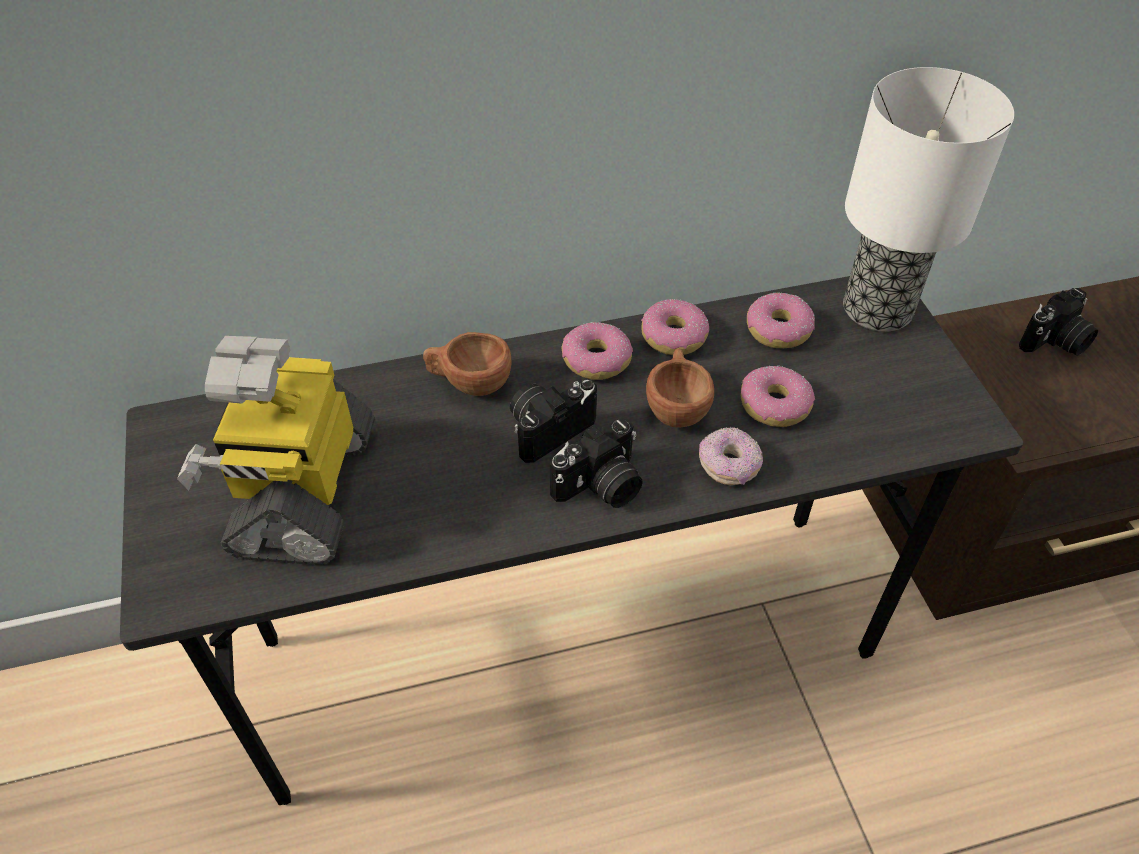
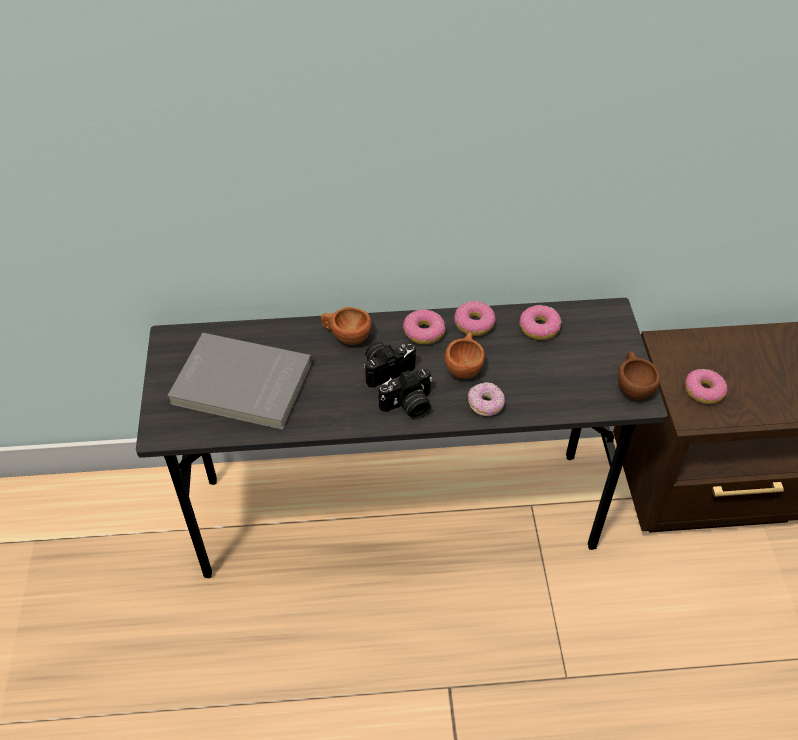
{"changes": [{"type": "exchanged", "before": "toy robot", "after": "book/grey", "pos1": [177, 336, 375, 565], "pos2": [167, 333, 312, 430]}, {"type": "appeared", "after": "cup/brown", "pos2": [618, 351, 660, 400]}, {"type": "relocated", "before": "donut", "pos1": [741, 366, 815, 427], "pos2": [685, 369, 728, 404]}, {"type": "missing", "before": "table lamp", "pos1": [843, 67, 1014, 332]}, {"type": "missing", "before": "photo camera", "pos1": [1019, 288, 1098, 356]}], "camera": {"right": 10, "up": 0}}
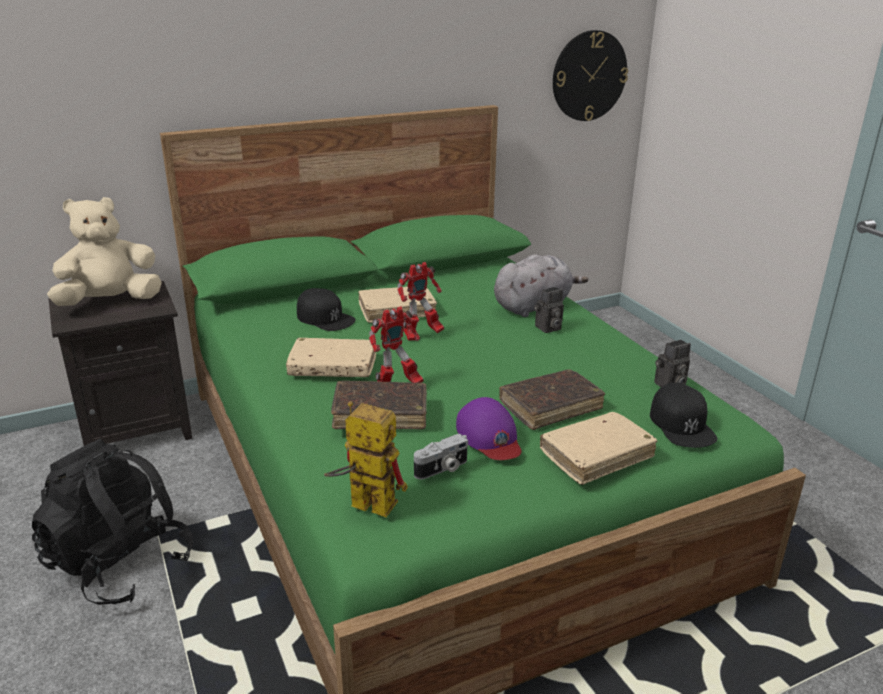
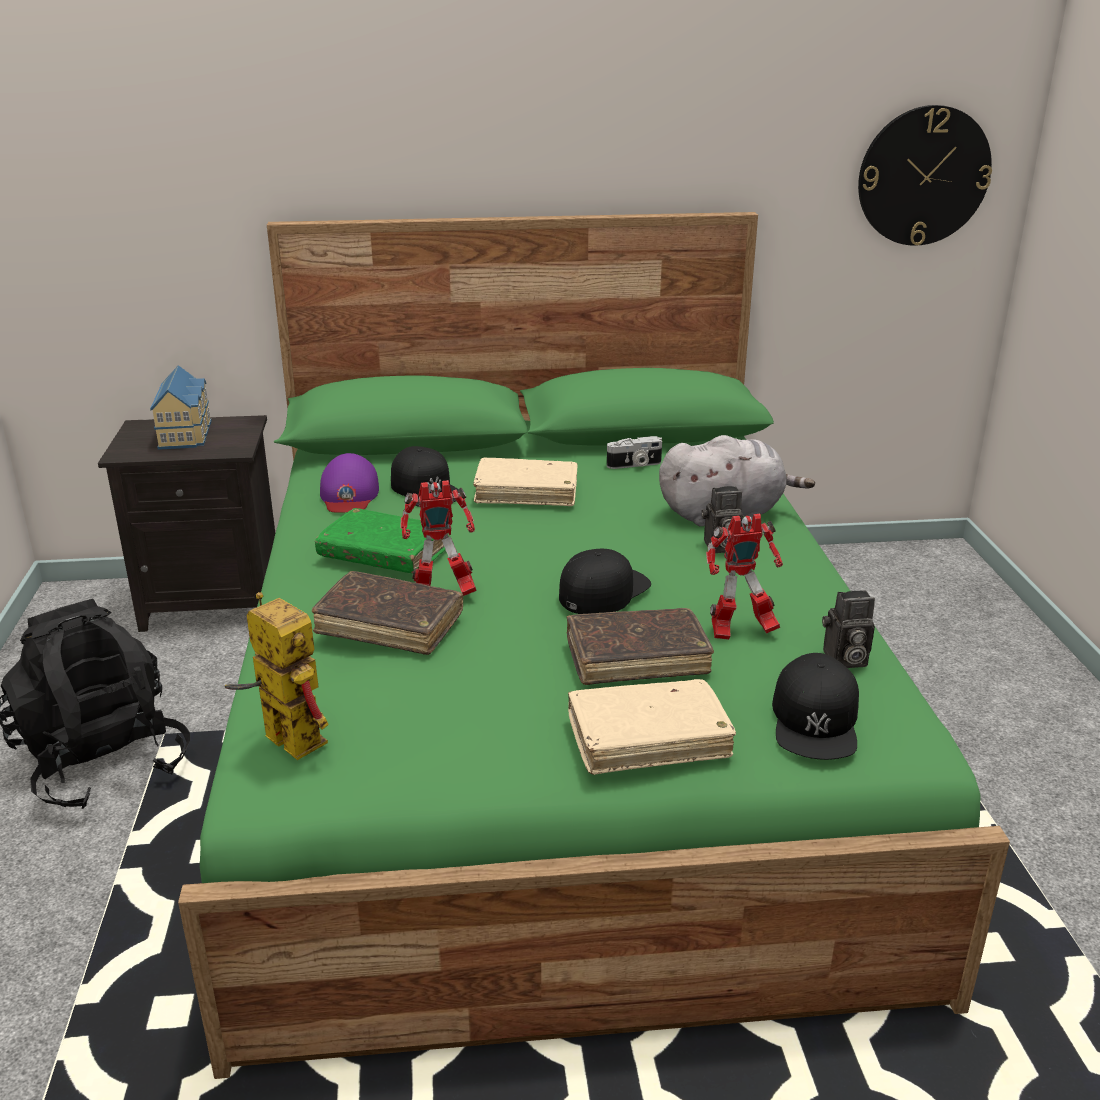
{"changes": [{"type": "exchanged", "before": "plush toy/beige", "after": "toy house", "pos1": [47, 197, 162, 306], "pos2": [150, 365, 212, 450]}, {"type": "colour", "before": "book/beige", "after": "book/green", "pos1": [286, 338, 376, 377], "pos2": [315, 508, 445, 574]}, {"type": "relocated", "before": "cap/purple", "pos1": [456, 397, 522, 460], "pos2": [320, 453, 379, 513]}, {"type": "appeared", "after": "cap/black", "pos2": [559, 549, 651, 614]}, {"type": "relocated", "before": "photo camera", "pos1": [414, 434, 468, 479], "pos2": [607, 436, 662, 469]}, {"type": "relocated", "before": "toy robot", "pos1": [397, 262, 444, 341], "pos2": [706, 514, 783, 640]}], "camera": {"right": 20, "up": 0}}
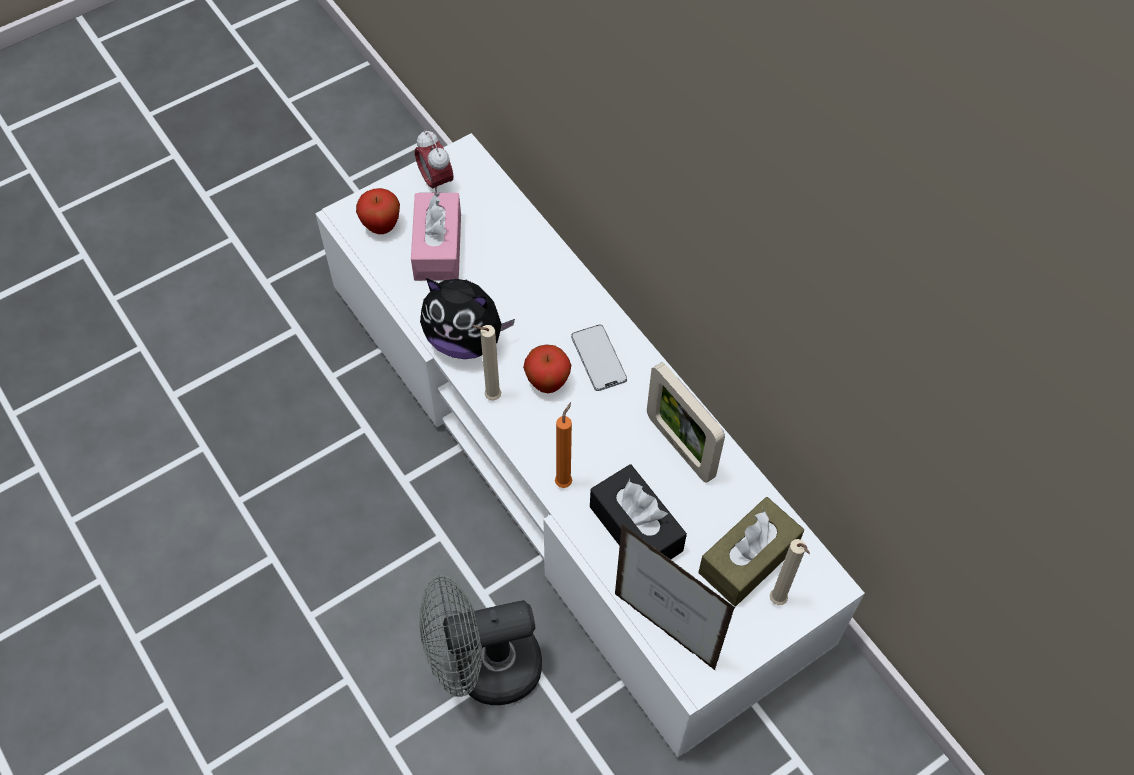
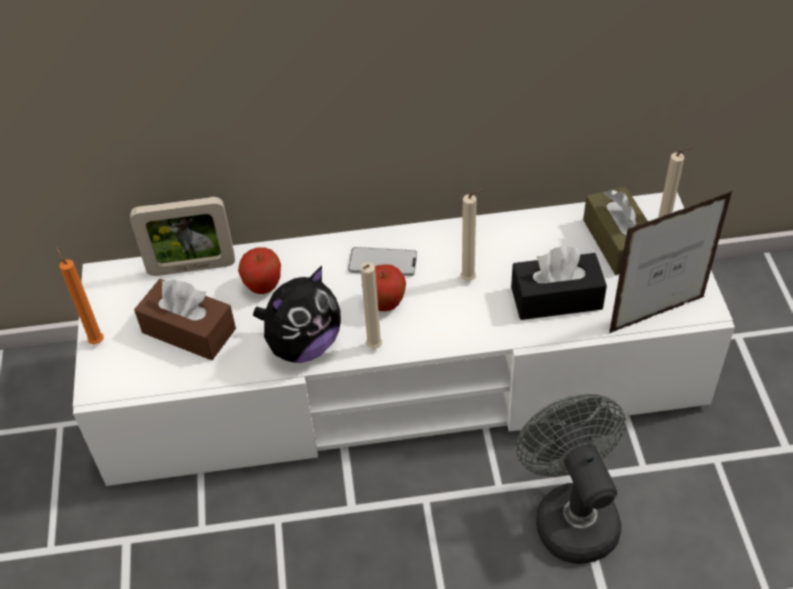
{"changes": [{"type": "relocated", "before": "candle/orange", "pos1": [555, 402, 572, 488], "pos2": [56, 246, 104, 345]}, {"type": "relocated", "before": "picture frame", "pos1": [647, 362, 725, 483], "pos2": [130, 197, 235, 276]}, {"type": "colour", "before": "tissue box/pink", "after": "tissue box/brown", "pos1": [411, 192, 461, 281], "pos2": [134, 279, 236, 360]}, {"type": "relocated", "before": "apple", "pos1": [356, 188, 400, 234], "pos2": [238, 247, 281, 294]}, {"type": "appeared", "after": "candle/beige", "pos2": [460, 189, 484, 281]}, {"type": "spun", "before": "fan/grey", "pos1": [419, 575, 542, 705], "pos2": [516, 394, 626, 564], "turn": 150}, {"type": "missing", "before": "alarm clock", "pos1": [415, 130, 453, 193]}], "camera": {"right": -60, "up": -10}}
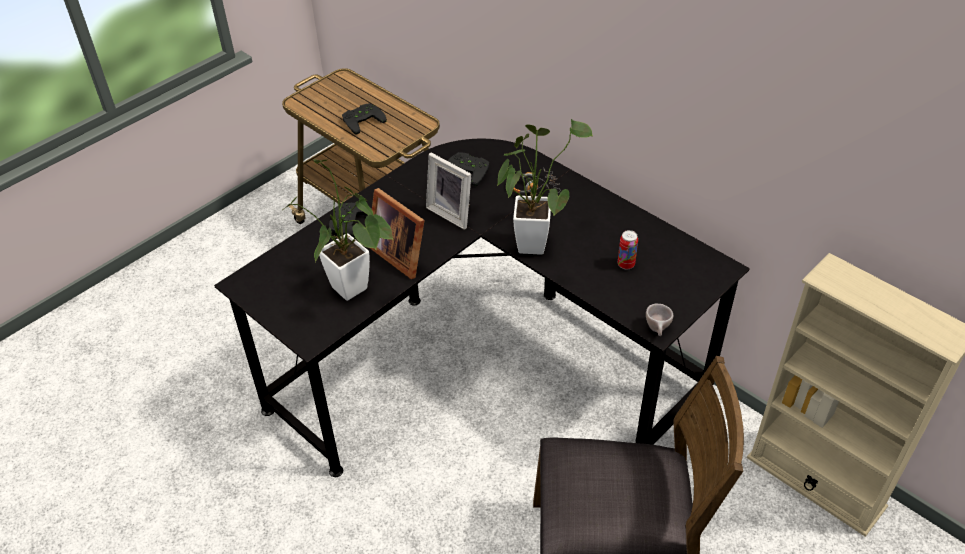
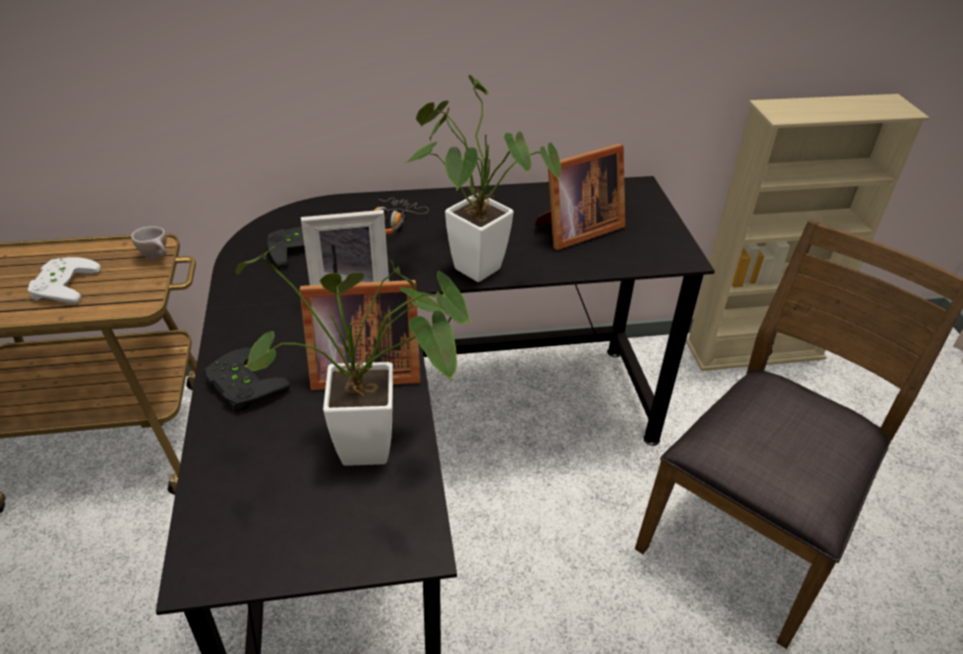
{"changes": [{"type": "colour", "before": "game controller/black", "after": "game controller/white", "pos1": [342, 103, 387, 135], "pos2": [28, 257, 101, 304]}, {"type": "relocated", "before": "cup/beige", "pos1": [646, 304, 673, 336], "pos2": [131, 226, 167, 259]}, {"type": "exchanged", "before": "can", "after": "picture frame", "pos1": [618, 230, 638, 269], "pos2": [535, 144, 625, 250]}], "camera": {"right": -55, "up": -5}}
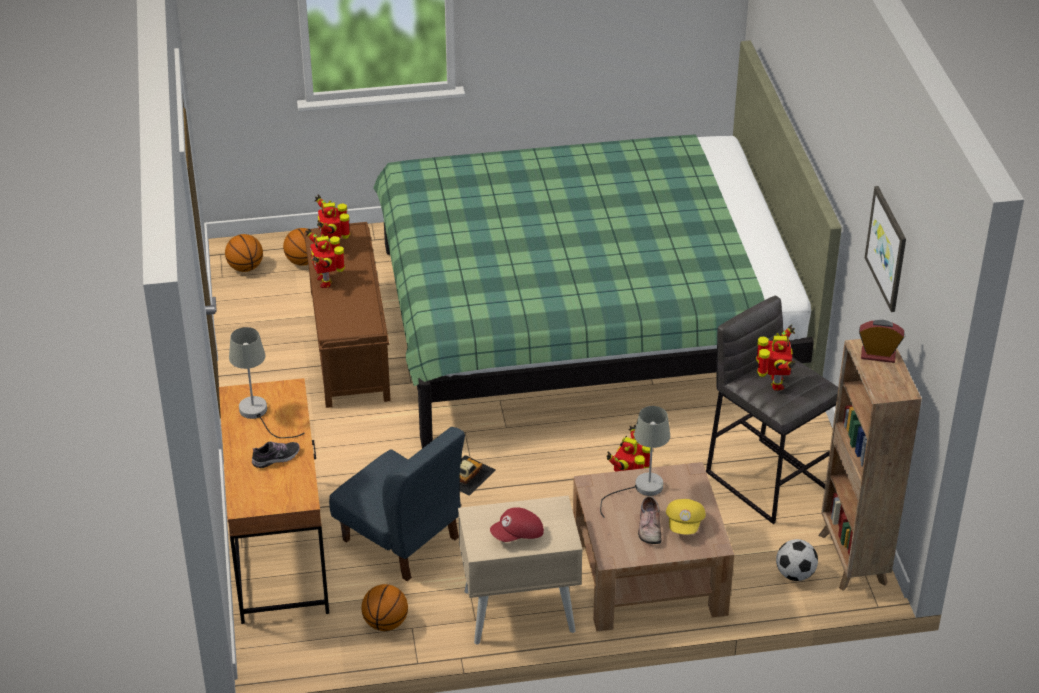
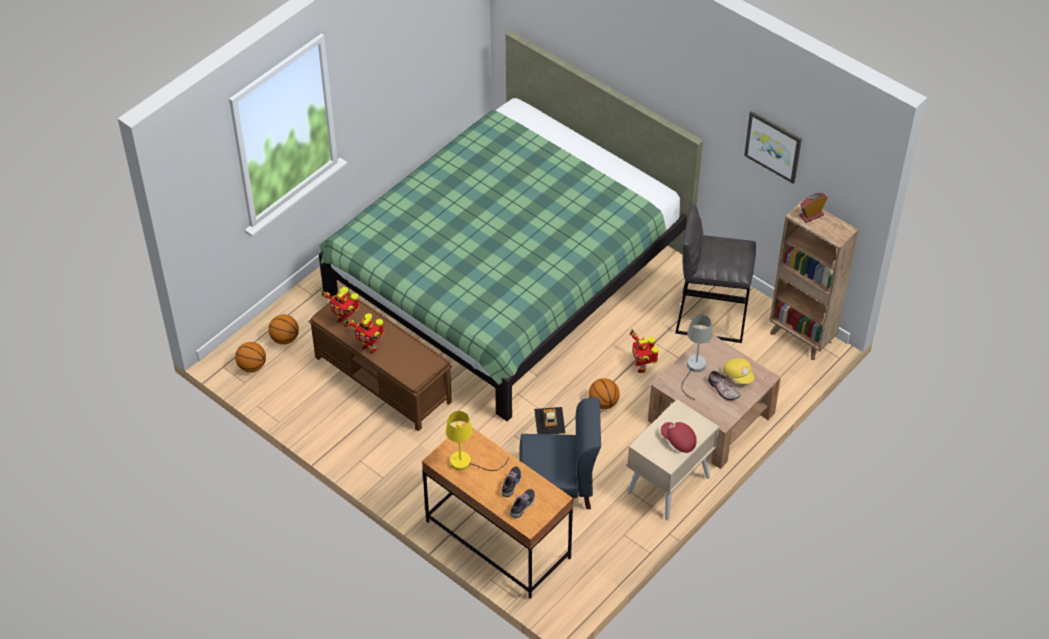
{"changes": [{"type": "colour", "before": "table lamp/grey", "after": "table lamp/yellow", "pos1": [229, 327, 305, 438], "pos2": [446, 411, 509, 471]}, {"type": "appeared", "after": "shoe", "pos2": [510, 489, 535, 518]}, {"type": "relocated", "before": "basketball", "pos1": [361, 584, 408, 631], "pos2": [589, 378, 620, 409]}, {"type": "spun", "before": "cap/red", "pos1": [490, 507, 544, 542], "pos2": [661, 422, 697, 453], "turn": 105}, {"type": "missing", "before": "toy robot", "pos1": [756, 324, 796, 391]}, {"type": "missing", "before": "football", "pos1": [776, 539, 818, 581]}], "camera": {"right": -40, "up": 10}}
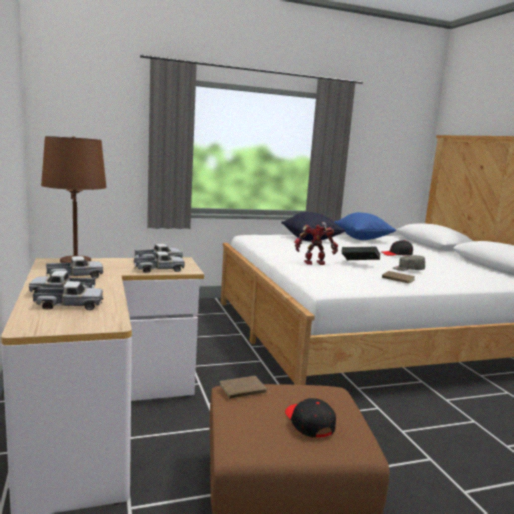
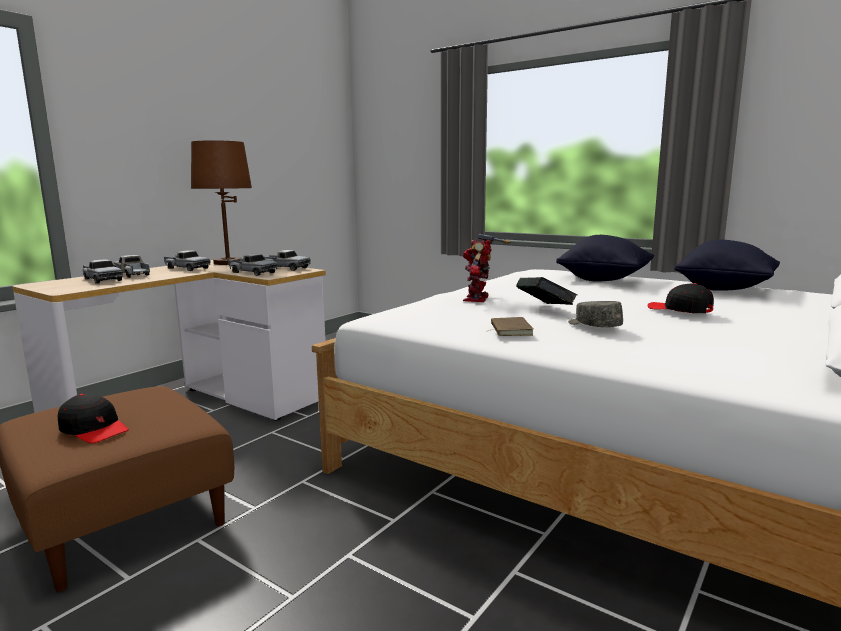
{"changes": [{"type": "spun", "before": "cap/black", "pos1": [285, 398, 336, 438], "pos2": [58, 394, 129, 443], "turn": 90}, {"type": "spun", "before": "toy robot", "pos1": [294, 222, 338, 265], "pos2": [463, 234, 510, 302], "turn": -120}, {"type": "colour", "before": "pillow/blue", "after": "pillow/black", "pos1": [334, 212, 396, 240], "pos2": [674, 239, 780, 291]}, {"type": "missing", "before": "book/brown", "pos1": [220, 376, 270, 399]}], "camera": {"right": 55, "up": 0}}
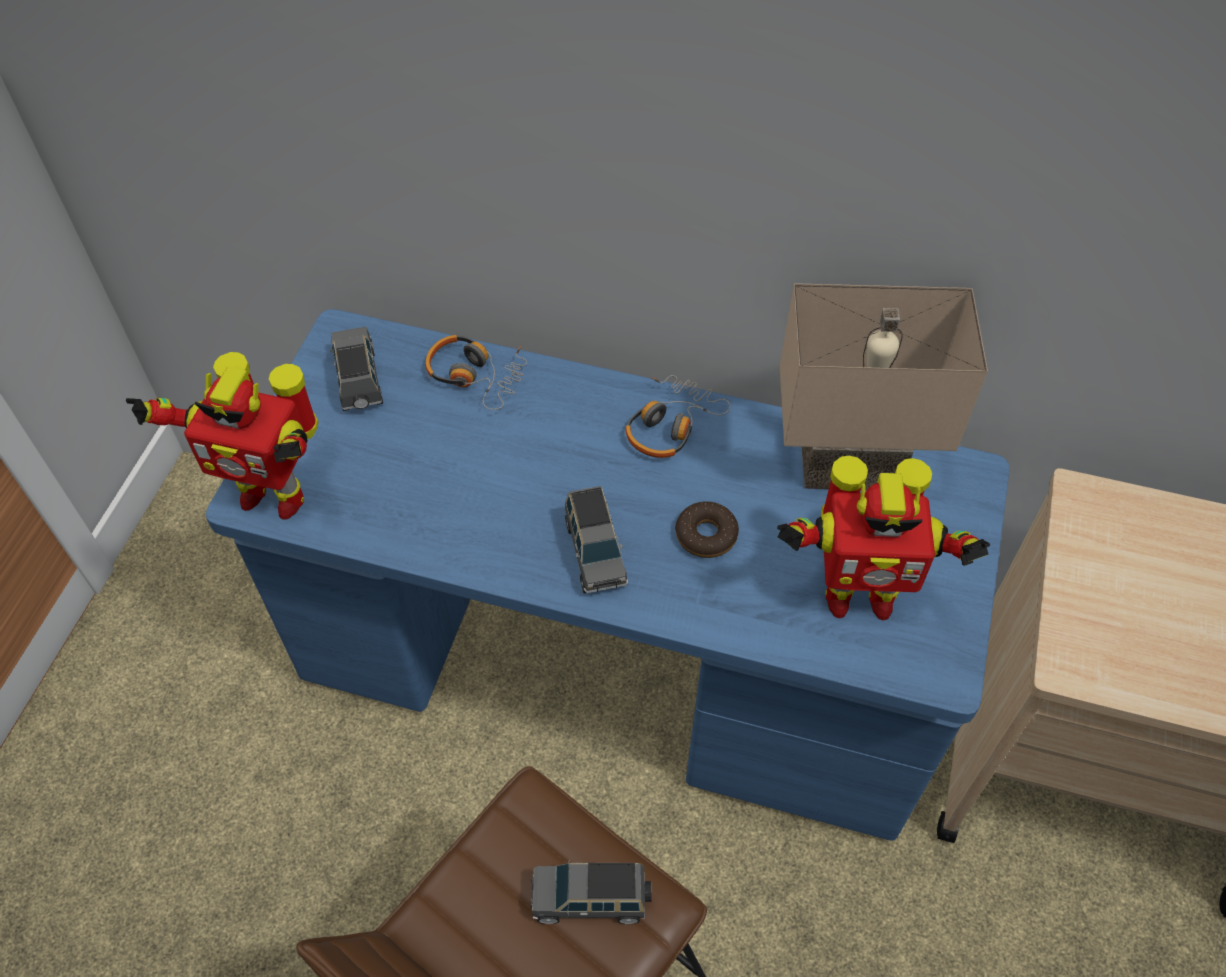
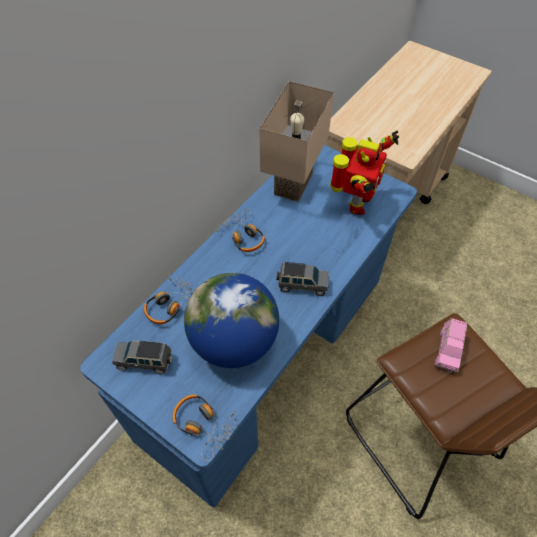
{"changes": [{"type": "exchanged", "before": "toy robot", "after": "headphones", "pos1": [126, 352, 319, 520], "pos2": [173, 394, 236, 461]}, {"type": "appeared", "after": "globe", "pos2": [184, 273, 279, 368]}, {"type": "colour", "before": "toy car/grey", "after": "toy car/pink", "pos1": [531, 860, 652, 924], "pos2": [435, 318, 467, 372]}, {"type": "missing", "before": "donut", "pos1": [675, 501, 739, 558]}], "camera": {"right": -70, "up": 0}}
